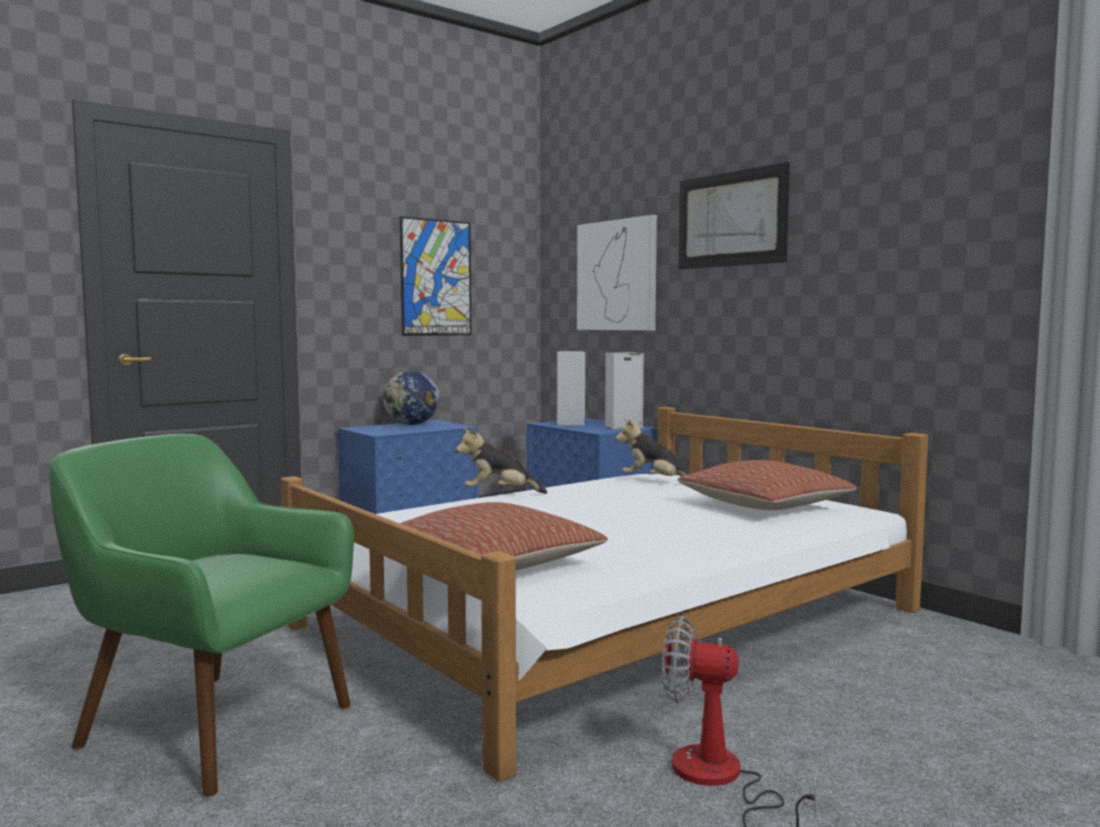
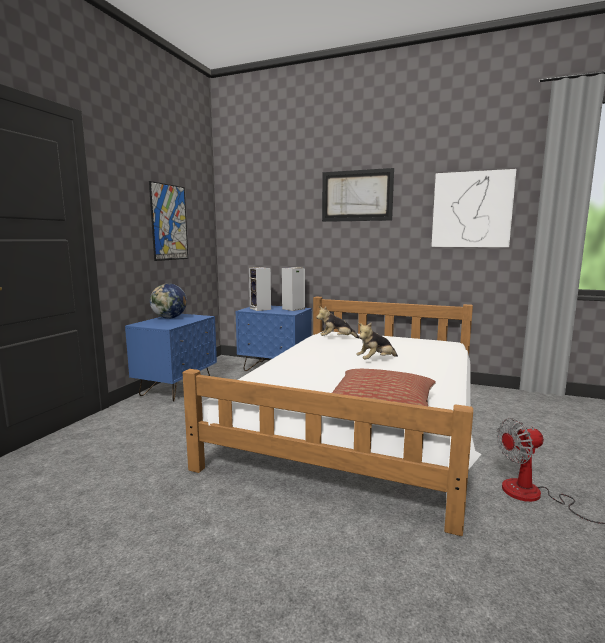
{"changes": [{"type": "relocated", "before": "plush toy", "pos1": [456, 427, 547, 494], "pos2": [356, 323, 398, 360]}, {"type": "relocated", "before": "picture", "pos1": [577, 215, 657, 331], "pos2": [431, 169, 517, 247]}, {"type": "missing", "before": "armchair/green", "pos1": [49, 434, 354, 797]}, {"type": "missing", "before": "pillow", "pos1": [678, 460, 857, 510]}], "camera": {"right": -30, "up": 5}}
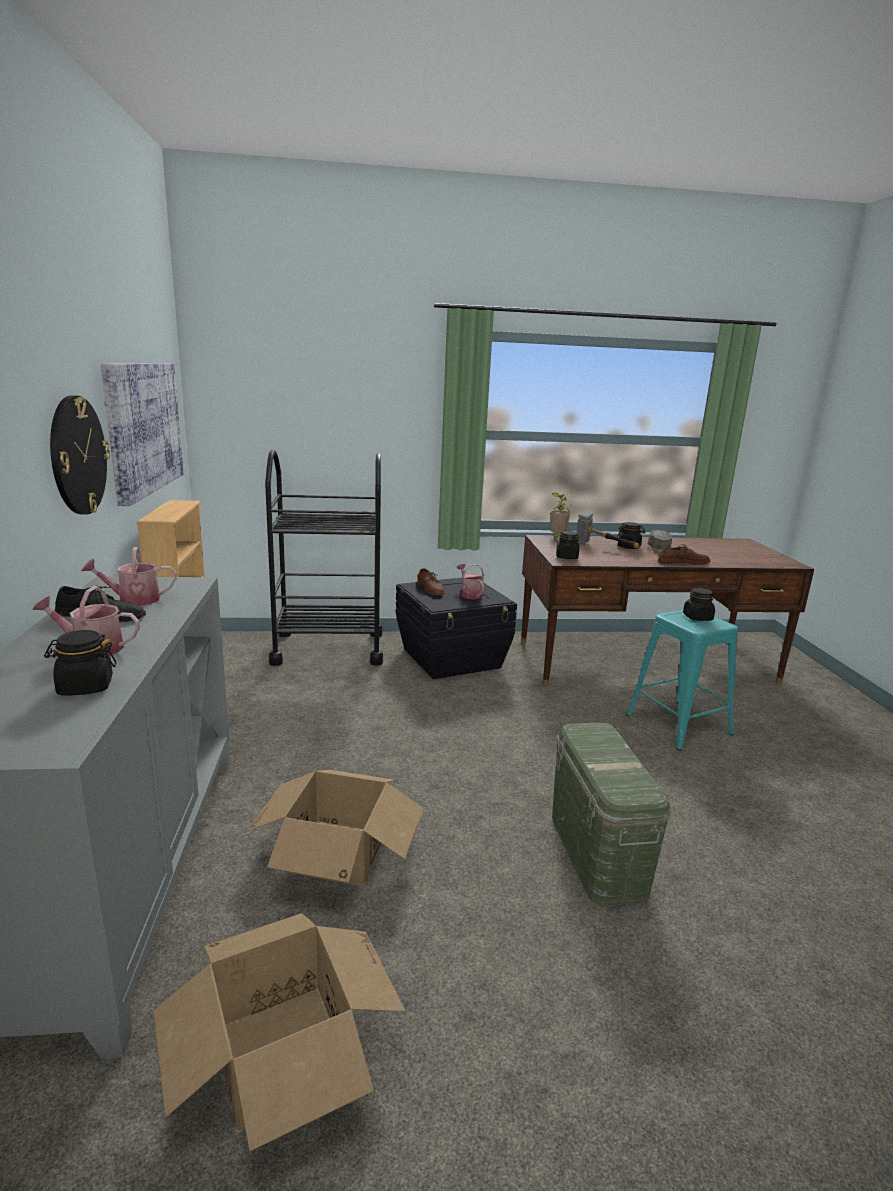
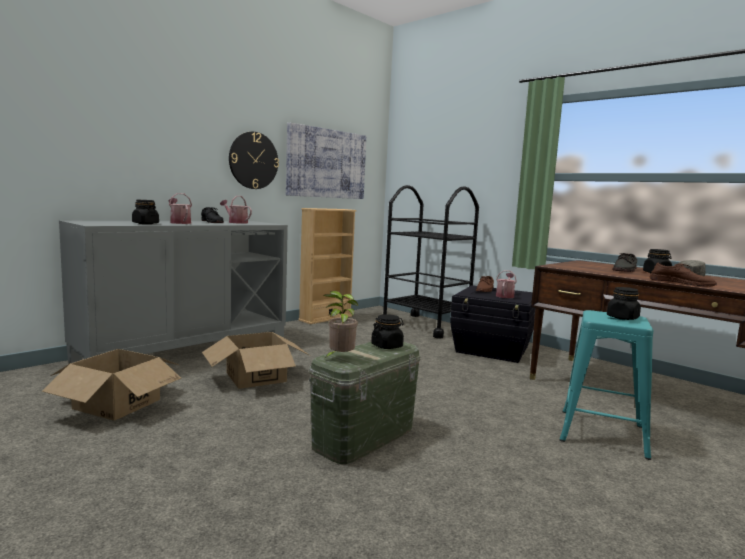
{"changes": [{"type": "relocated", "before": "potted plant", "pos1": [550, 492, 572, 540], "pos2": [323, 291, 358, 359]}, {"type": "relocated", "before": "jar/black", "pos1": [556, 531, 579, 559], "pos2": [371, 314, 404, 349]}, {"type": "exchanged", "before": "hammer", "after": "shoe/grey", "pos1": [577, 511, 640, 548], "pos2": [612, 253, 637, 272]}], "camera": {"right": 50, "up": -10}}
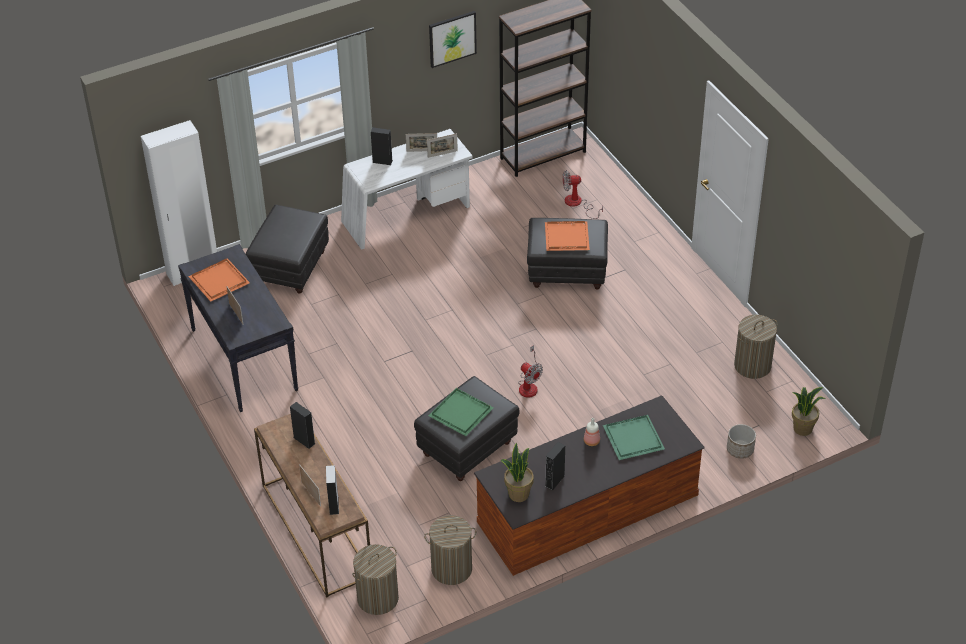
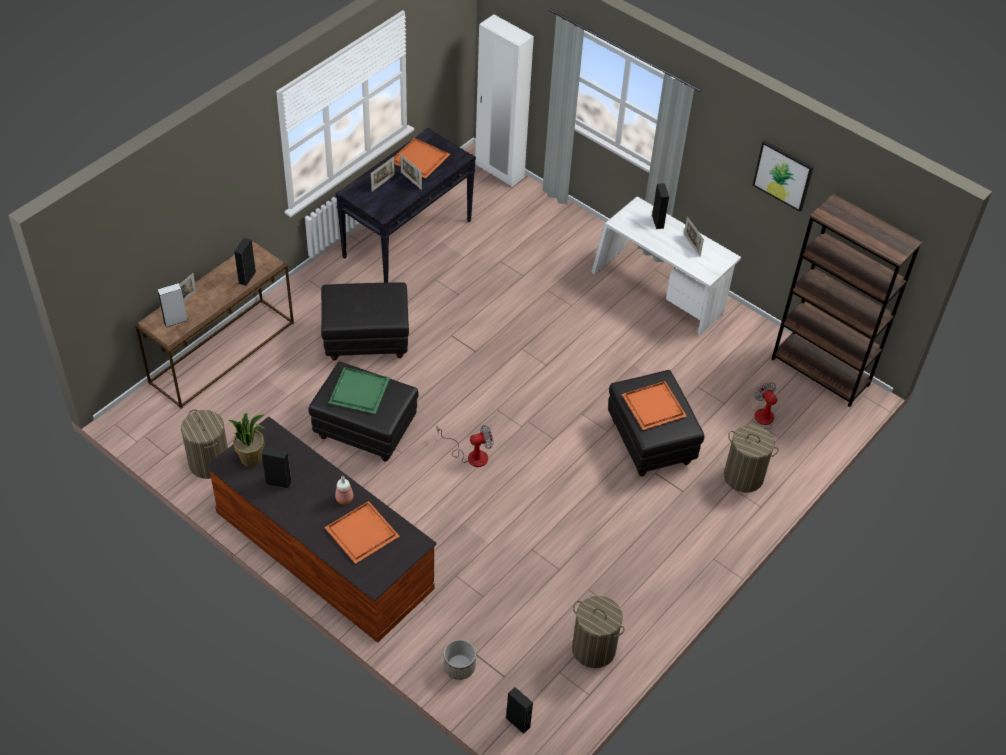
{"changes": [{"type": "relocated", "before": "ottoman/black", "pos1": [246, 205, 329, 294], "pos2": [321, 282, 409, 361]}, {"type": "colour", "before": "tray/green", "after": "tray/orange", "pos1": [603, 415, 665, 460], "pos2": [325, 501, 399, 564]}, {"type": "relocated", "before": "picture frame", "pos1": [427, 133, 458, 158], "pos2": [400, 154, 422, 190]}, {"type": "spun", "before": "fan", "pos1": [518, 345, 543, 398], "pos2": [437, 425, 494, 467], "turn": -135}, {"type": "exchanged", "before": "potted plant", "after": "speaker/black", "pos1": [792, 387, 825, 436], "pos2": [506, 687, 533, 734]}, {"type": "relocated", "before": "laundry basket", "pos1": [352, 544, 399, 615], "pos2": [724, 425, 779, 493]}], "camera": {"right": 65, "up": 5}}
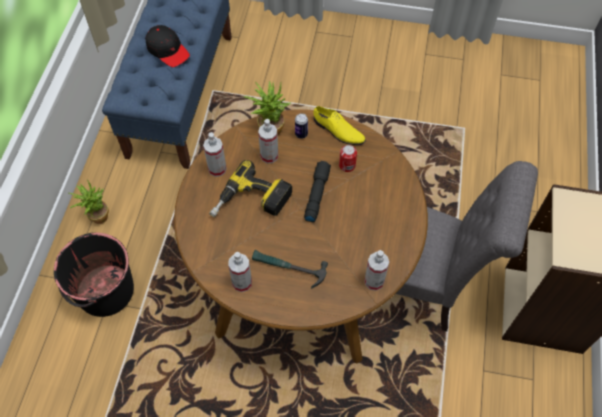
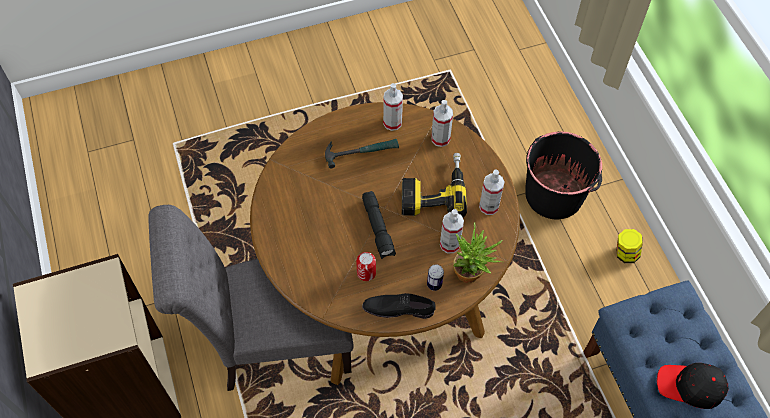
{"changes": [{"type": "colour", "before": "shoe/yellow", "after": "shoe/black", "pos1": [313, 106, 366, 145], "pos2": [362, 293, 436, 319]}, {"type": "relocated", "before": "spray bottle", "pos1": [364, 250, 389, 291], "pos2": [431, 100, 453, 147]}, {"type": "exchanged", "before": "potted plant", "after": "jar", "pos1": [69, 179, 109, 224], "pos2": [617, 229, 643, 263]}], "camera": {"right": 150, "up": 0}}
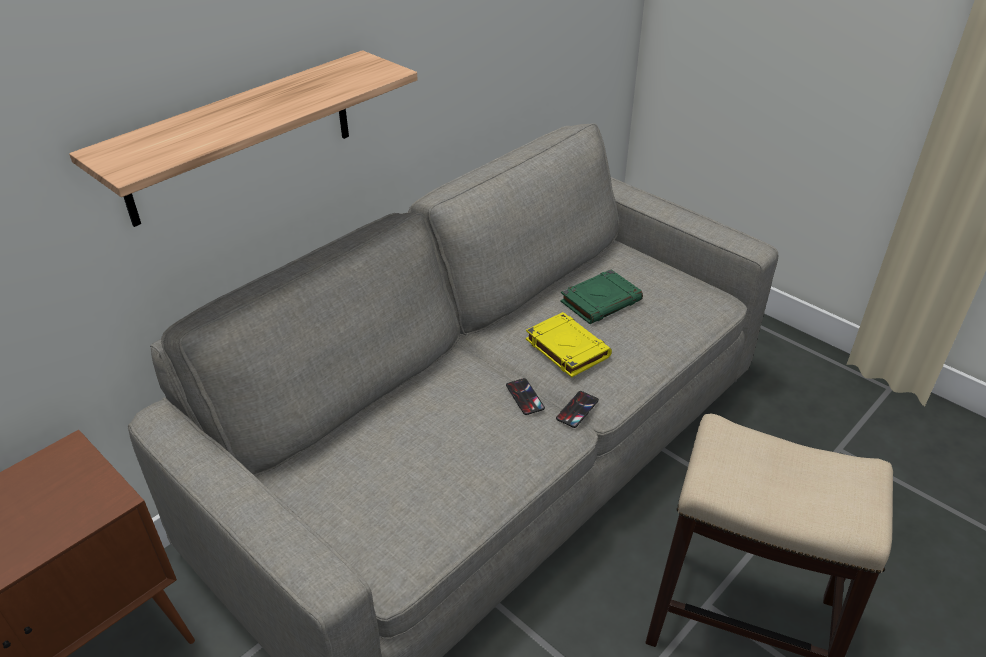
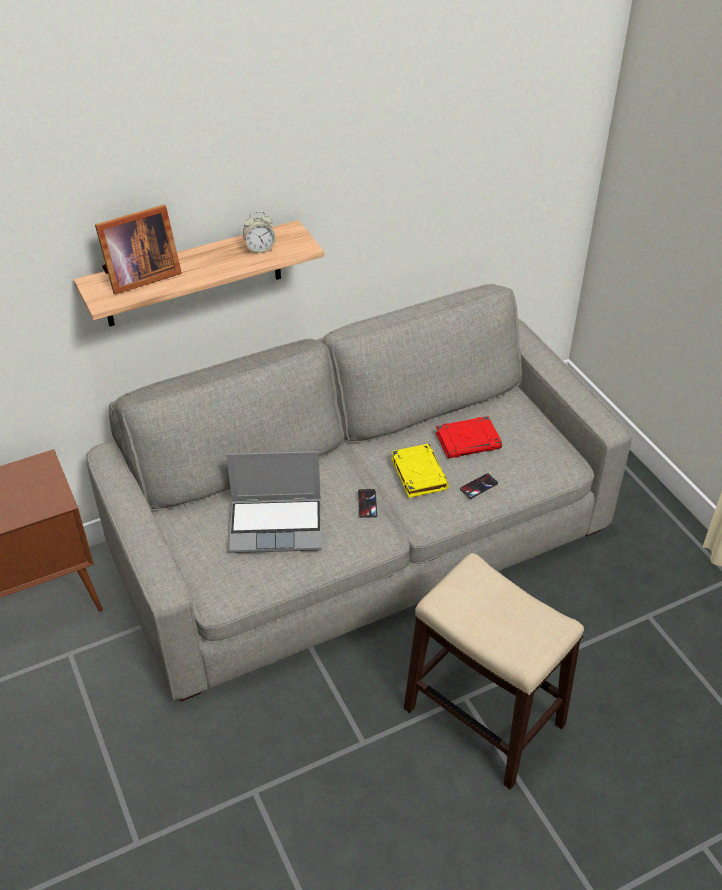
{"changes": [{"type": "appeared", "after": "picture frame", "pos2": [95, 205, 182, 295]}, {"type": "appeared", "after": "laptop", "pos2": [226, 451, 321, 553]}, {"type": "appeared", "after": "alarm clock", "pos2": [243, 211, 276, 254]}, {"type": "colour", "before": "book/green", "after": "book/red", "pos1": [560, 270, 643, 324], "pos2": [436, 416, 502, 459]}, {"type": "relocated", "before": "phone", "pos1": [556, 391, 599, 428], "pos2": [460, 473, 498, 499]}], "camera": {"right": 20, "up": 5}}
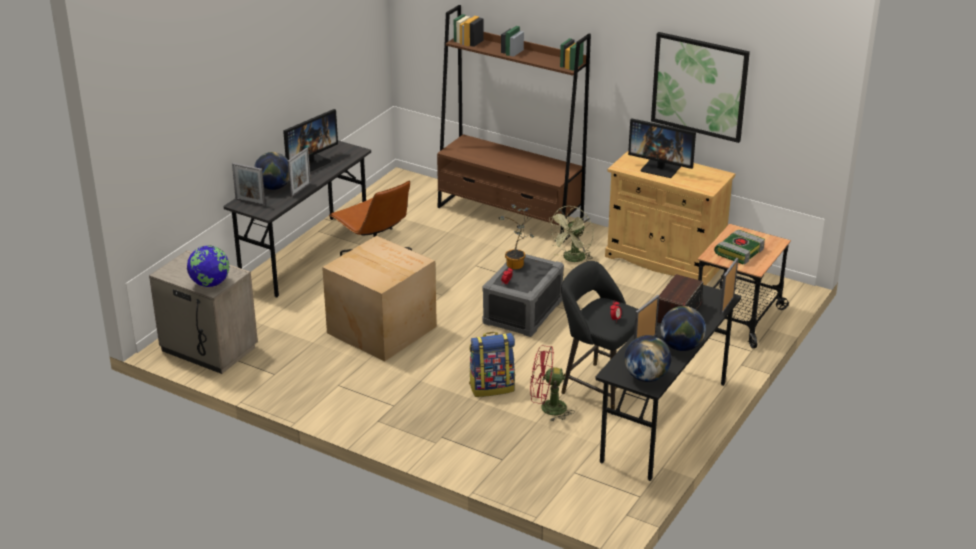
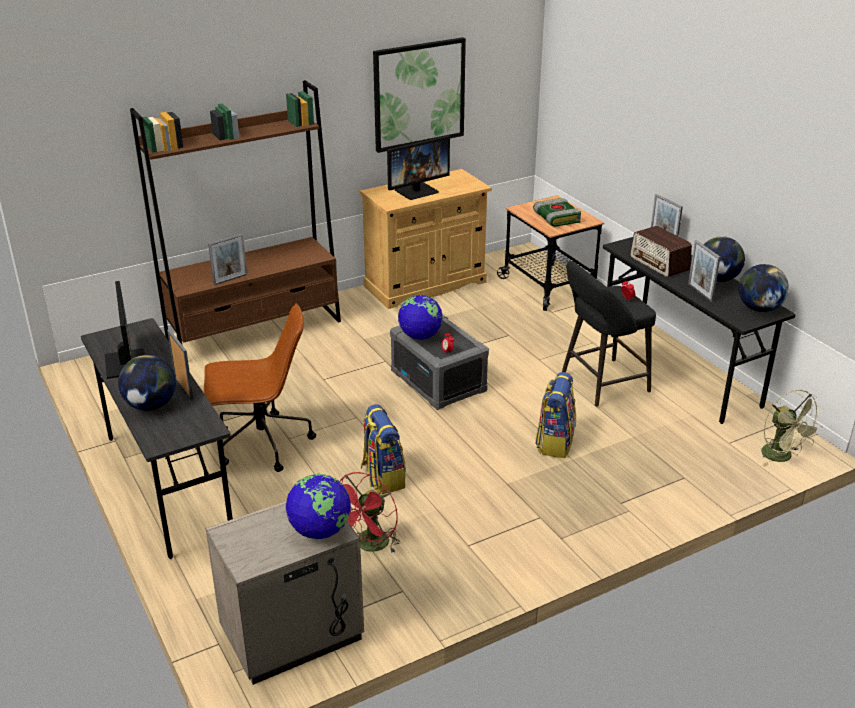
{"changes": [{"type": "relocated", "before": "picture frame", "pos1": [232, 163, 266, 206], "pos2": [208, 234, 247, 285]}, {"type": "relocated", "before": "fan/red", "pos1": [530, 345, 575, 422], "pos2": [340, 472, 400, 554]}, {"type": "exchanged", "before": "cardboard box", "after": "backpack", "pos1": [322, 236, 437, 361], "pos2": [361, 404, 406, 494]}, {"type": "exchanged", "before": "potted plant", "after": "globe", "pos1": [499, 204, 535, 269], "pos2": [398, 295, 443, 340]}, {"type": "relocated", "before": "fan/green", "pos1": [547, 206, 594, 262], "pos2": [761, 390, 825, 467]}], "camera": {"right": -60, "up": 0}}
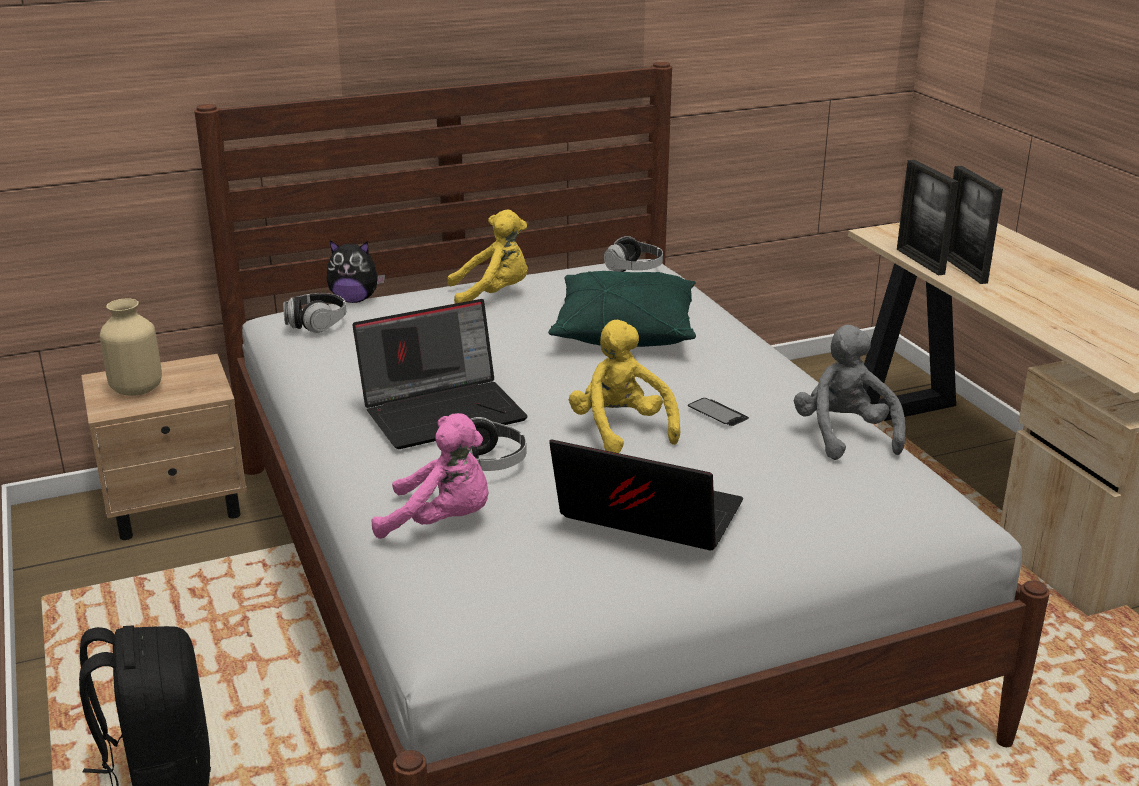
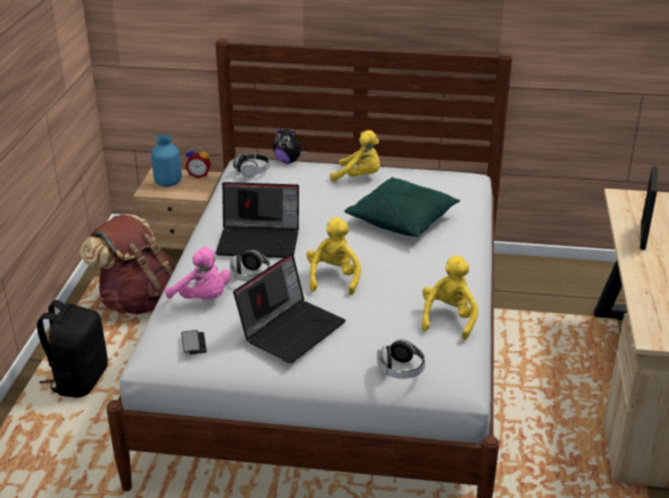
{"changes": [{"type": "appeared", "after": "backpack/brown", "pos2": [80, 214, 175, 314]}, {"type": "colour", "before": "vase/beige", "after": "vase/blue", "pos1": [100, 298, 162, 396], "pos2": [151, 134, 182, 187]}, {"type": "relocated", "before": "phone", "pos1": [688, 398, 749, 426], "pos2": [181, 330, 207, 355]}, {"type": "appeared", "after": "alarm clock", "pos2": [185, 147, 211, 178]}, {"type": "spun", "before": "laptop", "pos1": [549, 439, 743, 550], "pos2": [233, 253, 346, 364], "turn": 75}, {"type": "relocated", "before": "headphones", "pos1": [604, 236, 663, 272], "pos2": [377, 339, 425, 379]}, {"type": "colour", "before": "plush toy/grey", "after": "plush toy/yellow", "pos1": [794, 325, 905, 460], "pos2": [421, 255, 478, 340]}, {"type": "missing", "before": "picture frame", "pos1": [897, 159, 958, 276]}], "camera": {"right": 30, "up": 5}}
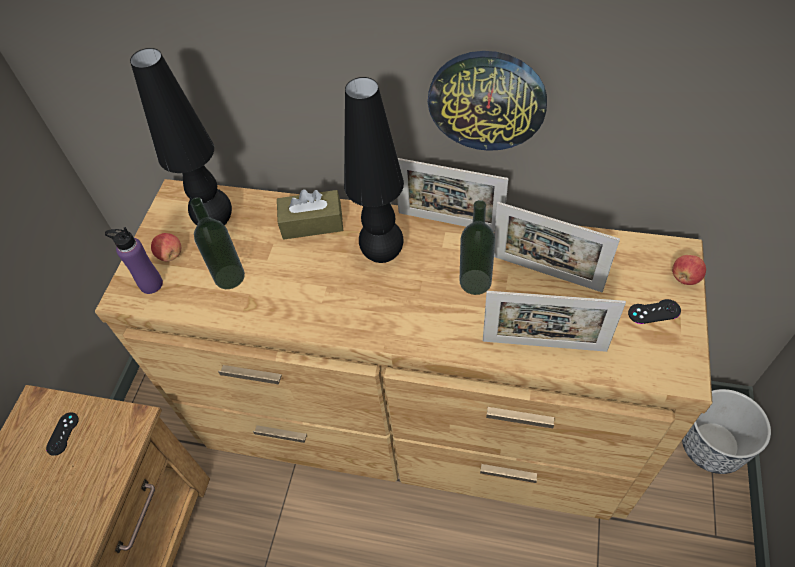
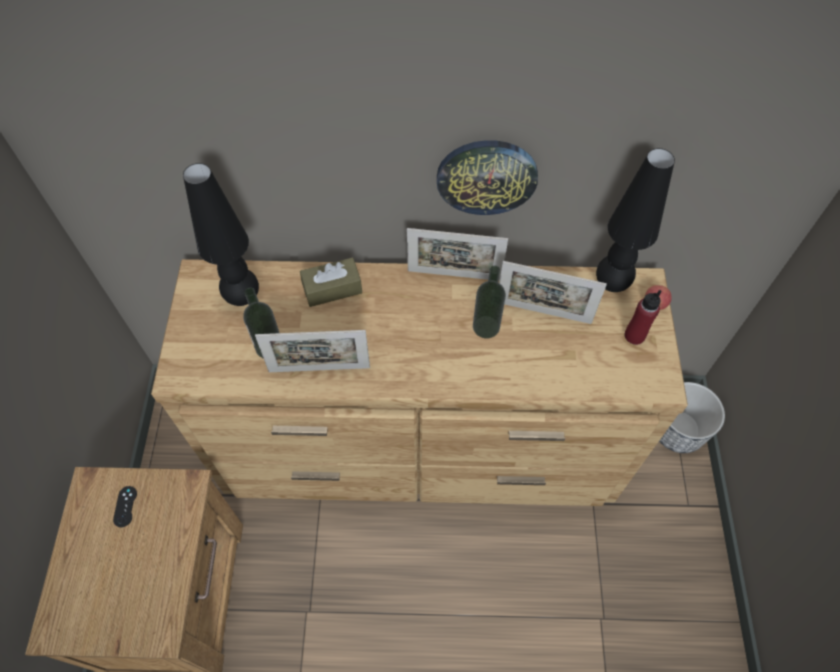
{"changes": [{"type": "relocated", "before": "picture frame", "pos1": [483, 291, 626, 352], "pos2": [255, 330, 370, 372]}, {"type": "relocated", "before": "table lamp/black", "pos1": [344, 77, 404, 263], "pos2": [596, 148, 675, 292]}, {"type": "exchanged", "before": "game controller/black", "after": "bottle/red", "pos1": [628, 299, 681, 324], "pos2": [625, 290, 662, 345]}, {"type": "missing", "before": "bottle/purple", "pos1": [105, 227, 163, 294]}, {"type": "missing", "before": "apple", "pos1": [151, 233, 181, 261]}], "camera": {"right": -15, "up": 5}}
